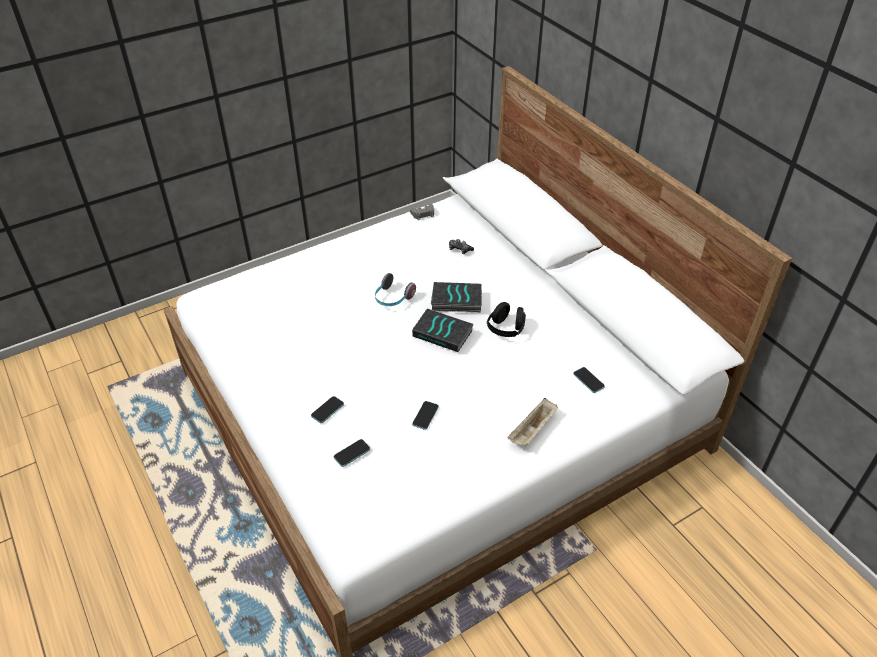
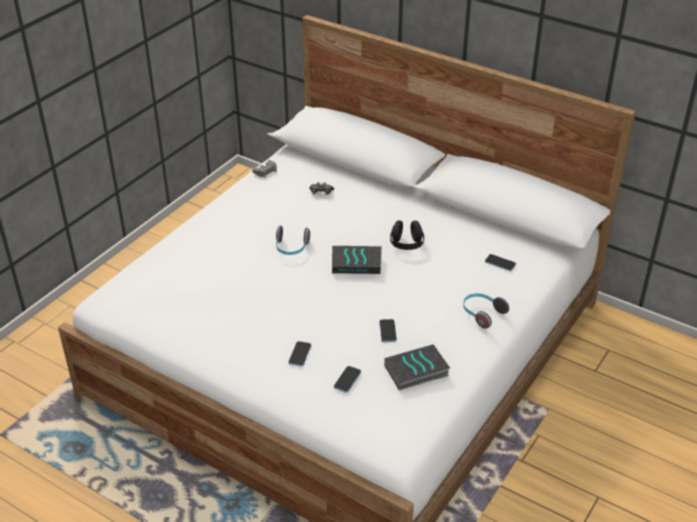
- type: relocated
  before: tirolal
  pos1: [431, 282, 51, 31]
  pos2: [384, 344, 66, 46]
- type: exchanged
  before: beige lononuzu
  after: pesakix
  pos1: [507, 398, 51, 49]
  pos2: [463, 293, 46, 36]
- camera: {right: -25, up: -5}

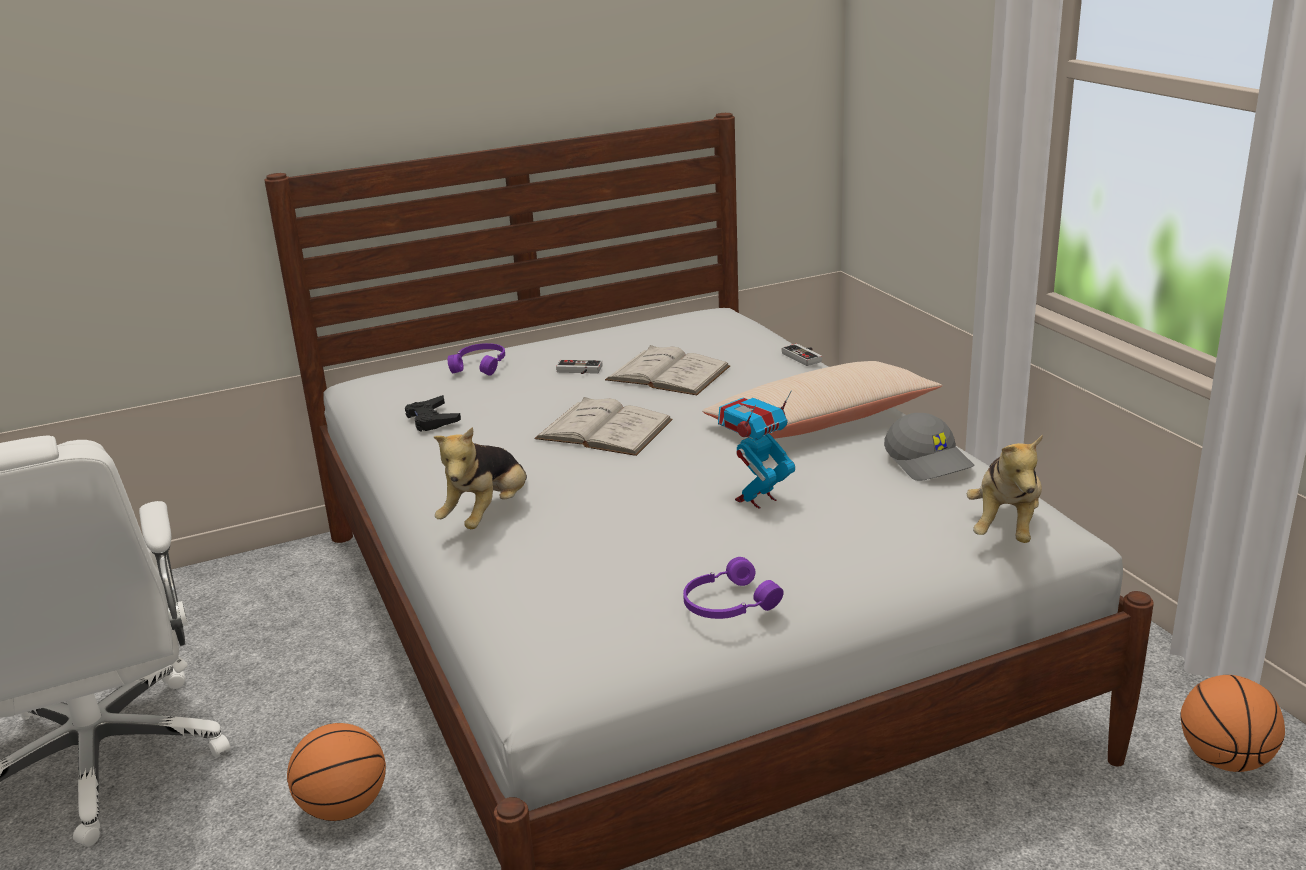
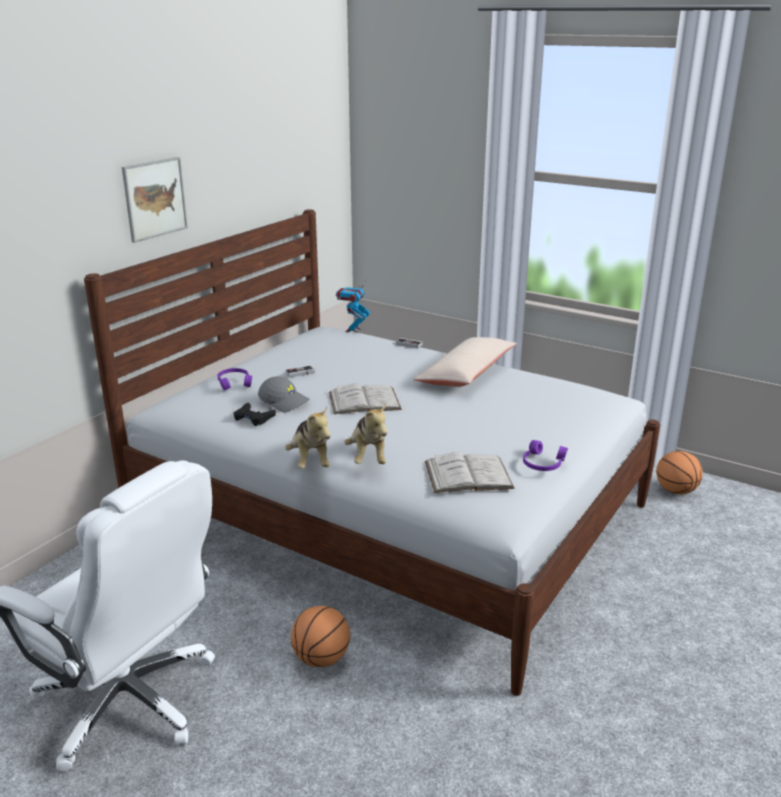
- type: relocated
  before: white tirolal
  pos1: [605, 345, 125, 50]
  pos2: [425, 452, 89, 41]
- type: relocated
  before: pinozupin
  pos1: [718, 390, 77, 119]
  pos2: [336, 280, 34, 53]
- type: relocated
  before: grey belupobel
  pos1: [884, 413, 90, 68]
  pos2: [258, 376, 52, 37]
- type: relocated
  before: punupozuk
  pos1: [967, 435, 76, 108]
  pos2: [285, 406, 46, 63]
- type: appeared
  after: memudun
  pos2: [122, 157, 66, 86]
- camera: {right: -35, up: 0}

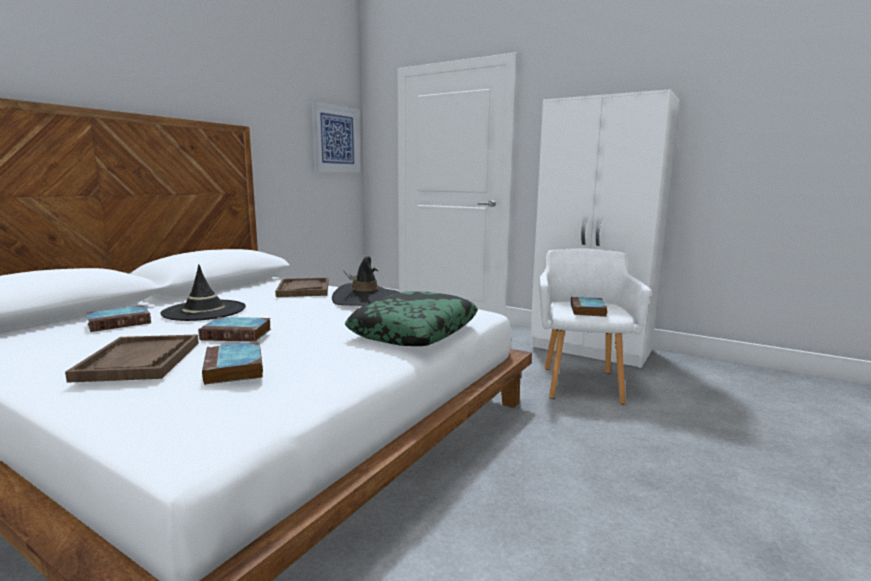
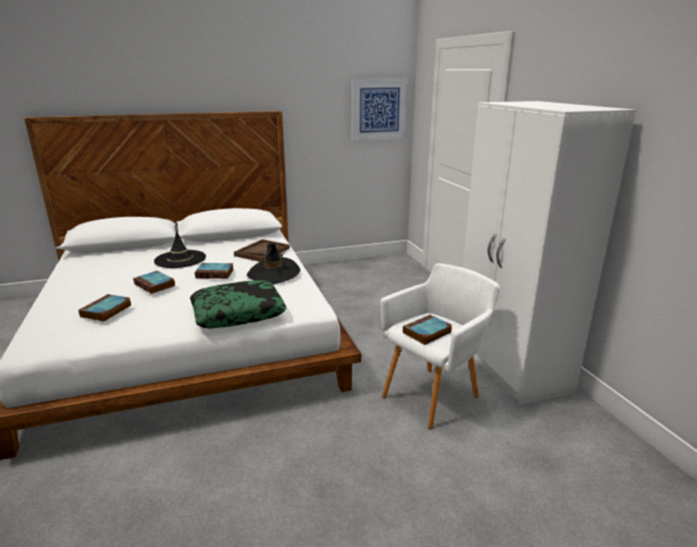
- type: missing
  before: brown lononuzu
  pos1: [65, 334, 134, 49]
- type: relocated
  before: tirolal
  pos1: [86, 305, 65, 27]
  pos2: [195, 263, 38, 16]
- camera: {right: 40, up: 10}

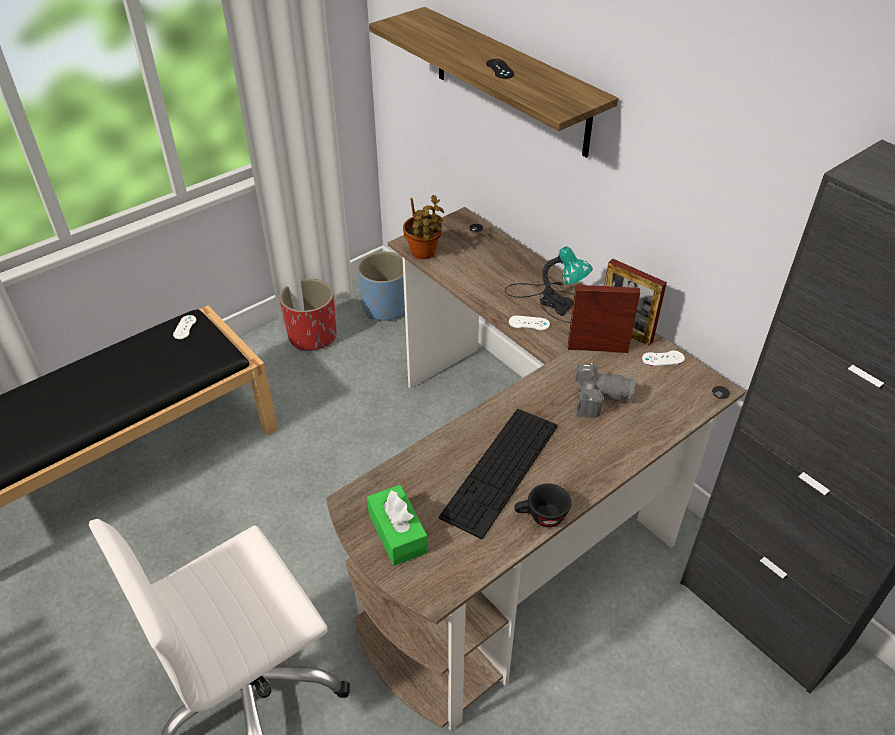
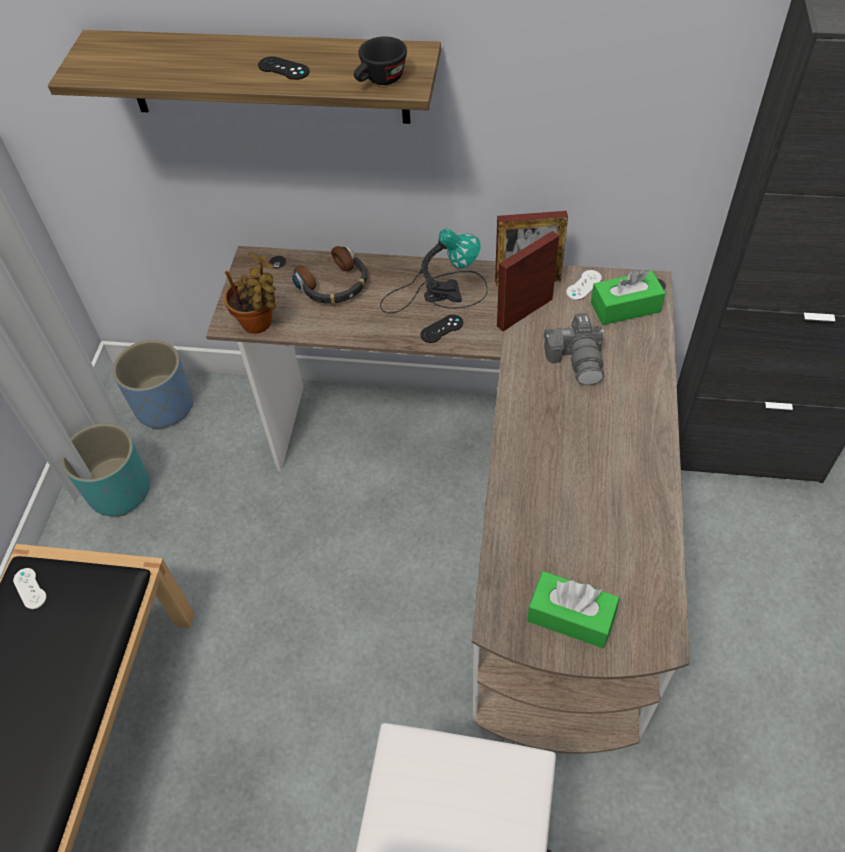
- type: colour
  before: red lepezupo
  after: turquoise lepezupo
  pos1: [280, 278, 56, 73]
  pos2: [61, 423, 89, 94]
- type: missing
  before: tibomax
  pos1: [439, 409, 118, 130]
- type: colour
  before: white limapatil
  after: black limapatil
  pos1: [509, 316, 41, 14]
  pos2: [420, 315, 43, 28]
- type: relocated
  before: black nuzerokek
  pos1: [515, 484, 56, 43]
  pos2: [354, 37, 53, 48]
- type: spun
  before: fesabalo
  pos1: [575, 363, 60, 55]
  pos2: [544, 313, 61, 73]
  turn: 120
- type: appeared
  after: pesakix
  pos2: [292, 246, 75, 58]
- type: appeared
  after: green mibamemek
  pos2: [591, 270, 75, 55]
- camera: {right: -40, up: 10}

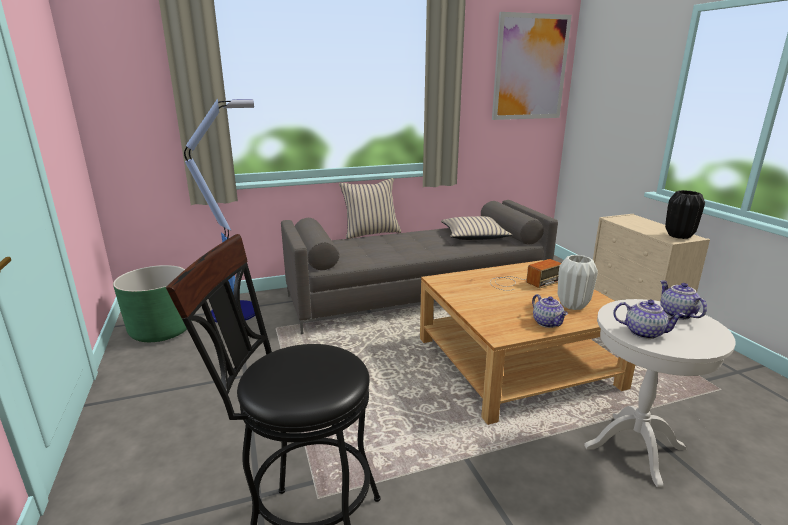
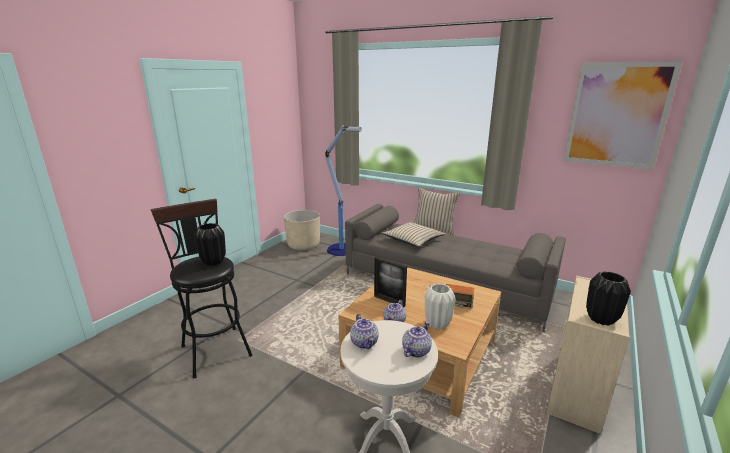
- type: colour
  before: green lepezupo
  after: beige lepezupo
  pos1: [113, 265, 74, 77]
  pos2: [284, 210, 36, 40]
- type: relocated
  before: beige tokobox
  pos1: [441, 216, 71, 24]
  pos2: [382, 222, 63, 25]
- type: appeared
  after: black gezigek
  pos2: [194, 223, 32, 43]
- type: appeared
  after: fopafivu
  pos2: [374, 257, 33, 50]
- camera: {right: 50, up: 0}

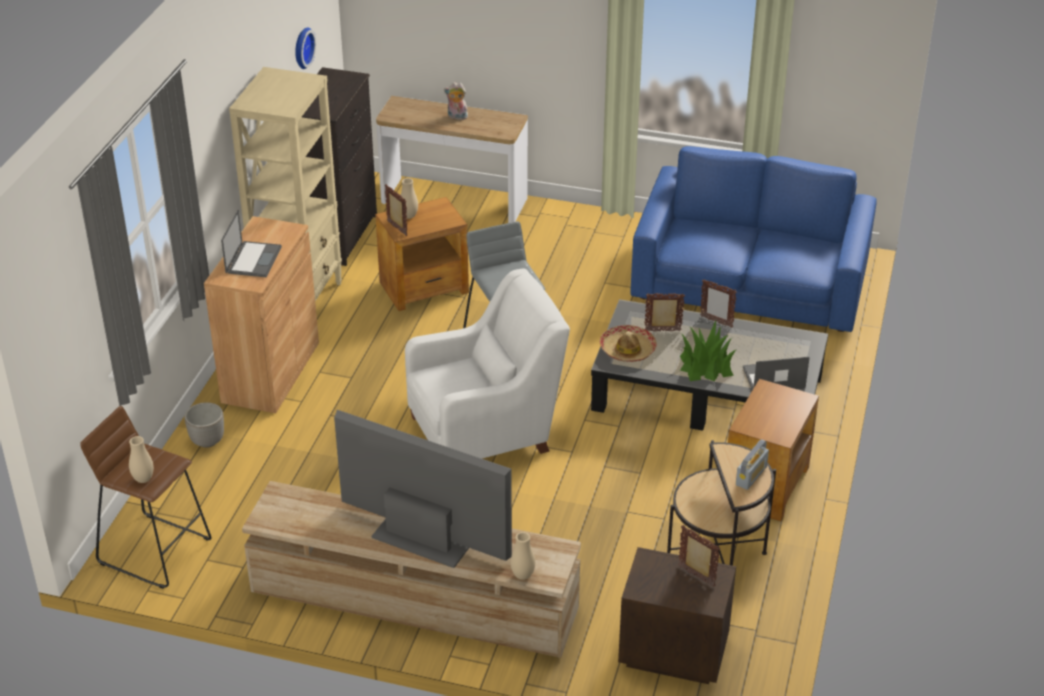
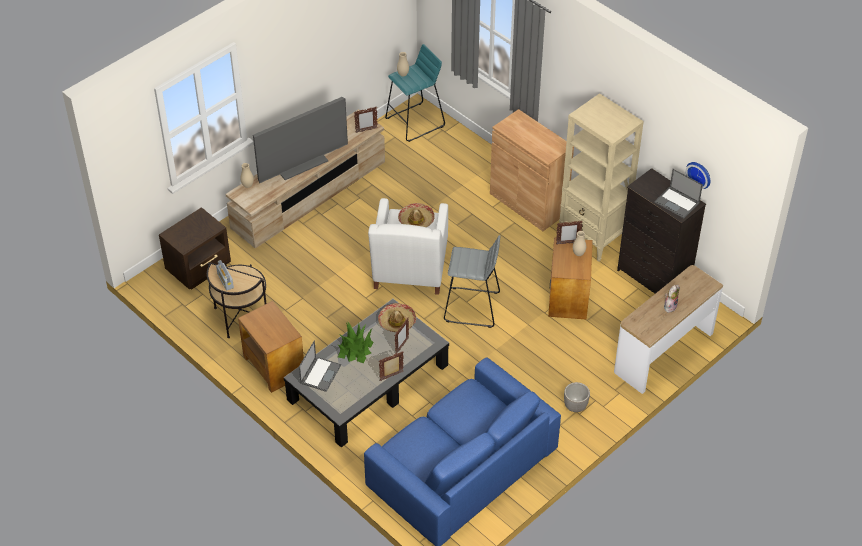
- type: colour
  before: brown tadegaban
  after: turquoise tadegaban
  pos1: [80, 406, 132, 183]
  pos2: [385, 44, 60, 98]
- type: relocated
  before: lepezupo
  pos1: [184, 402, 40, 46]
  pos2: [564, 382, 26, 30]
- type: relocated
  before: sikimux
  pos1: [221, 210, 61, 68]
  pos2: [655, 169, 48, 49]
- type: relocated
  before: fopafivu
  pos1: [678, 525, 42, 62]
  pos2: [354, 107, 24, 26]
- type: appeared
  after: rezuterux
  pos2: [398, 203, 37, 24]
- camera: {right: 120, up: 10}

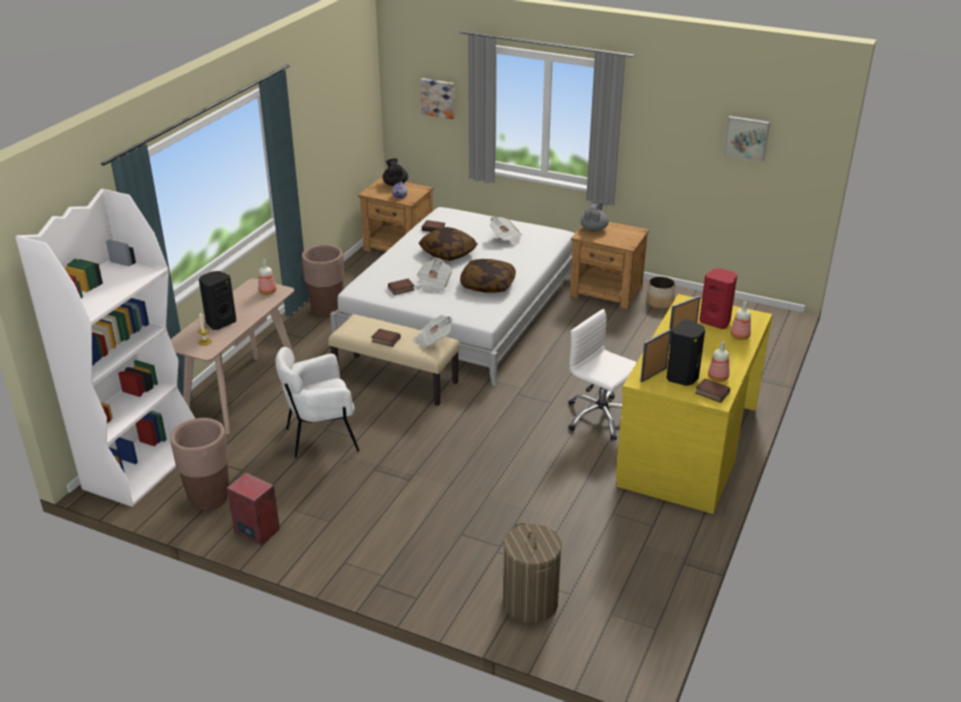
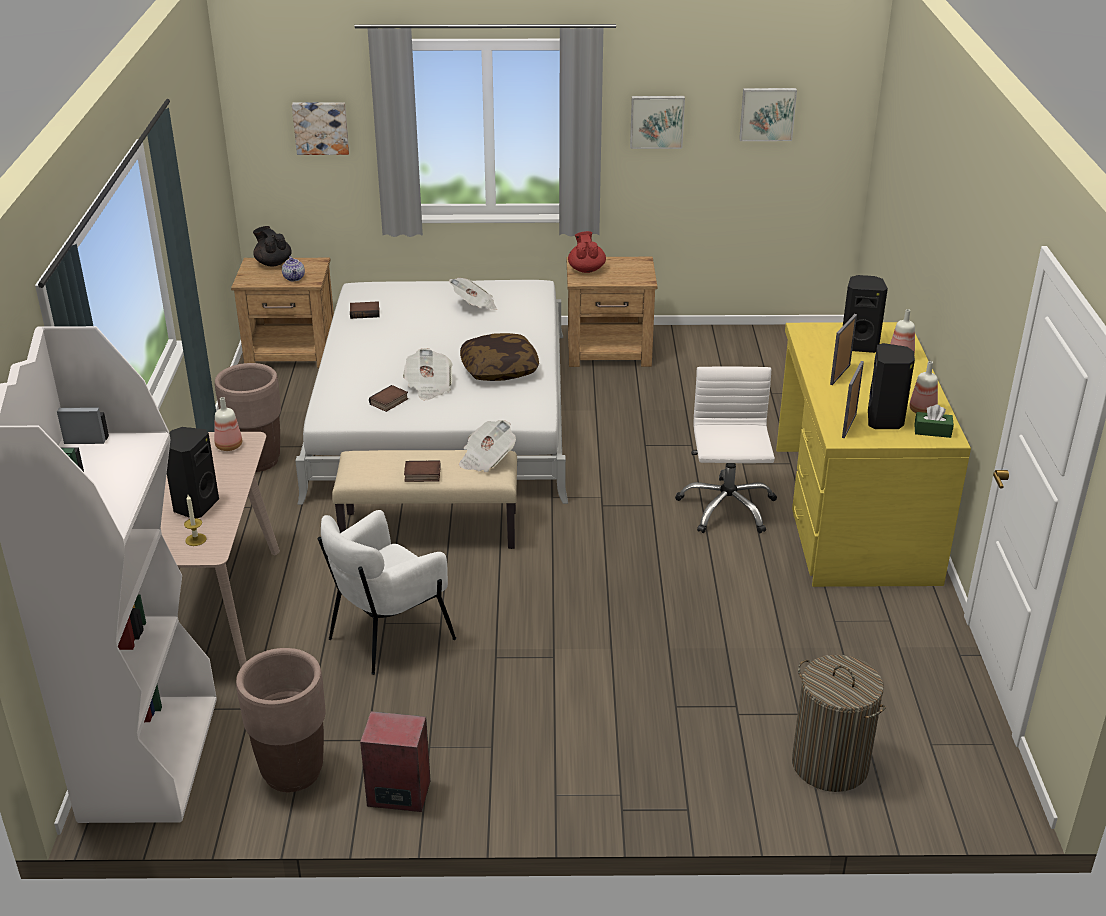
- type: missing
  before: tokobox
  pos1: [418, 227, 60, 34]
- type: spun
  before: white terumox
  pos1: [568, 309, 69, 132]
  pos2: [675, 367, 102, 166]
  turn: 75
- type: colour
  before: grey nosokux
  after: red nosokux
  pos1: [581, 202, 28, 30]
  pos2: [568, 231, 38, 42]
- type: missing
  before: lepezupo
  pos1: [647, 276, 29, 33]
- type: exchanged
  before: tirolal
  after: green mibamemek
  pos1: [695, 378, 35, 25]
  pos2: [914, 405, 40, 33]
- type: colour
  before: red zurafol
  after: black zurafol
  pos1: [699, 268, 38, 61]
  pos2: [843, 275, 45, 78]
- type: appeared
  after: memudun
  pos2: [630, 96, 55, 53]
- camera: {right: -25, up: 0}

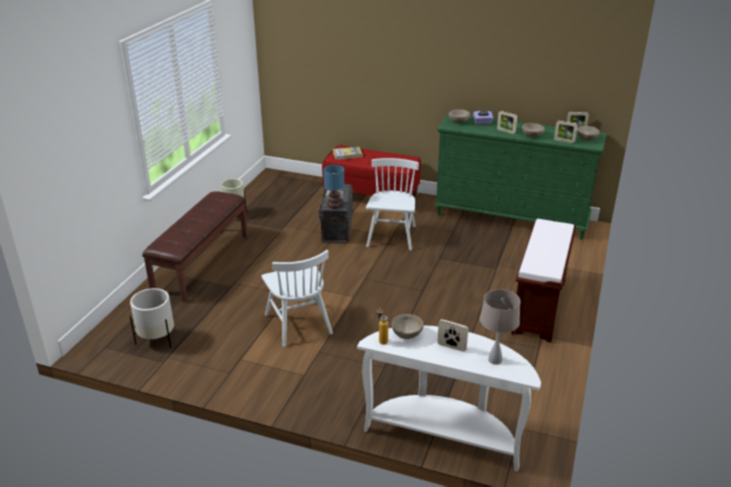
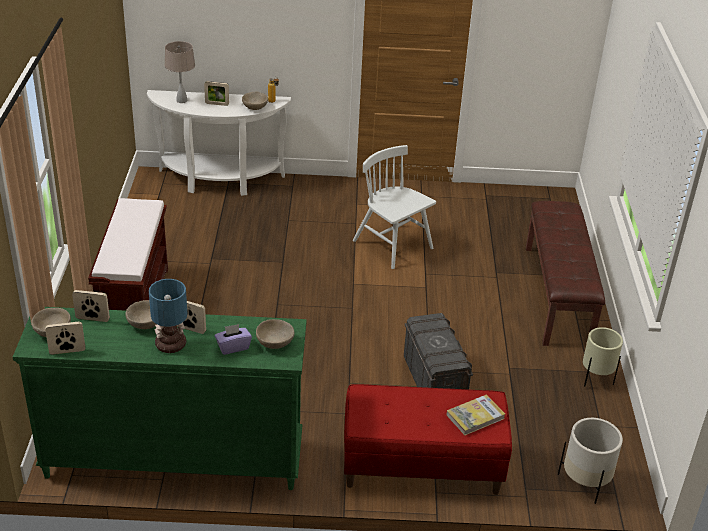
- type: relocated
  before: white lepezupo
  pos1: [130, 288, 44, 60]
  pos2: [558, 418, 65, 86]
- type: relocated
  before: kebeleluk
  pos1: [324, 165, 20, 44]
  pos2: [149, 279, 39, 74]
- type: missing
  before: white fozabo
  pos1: [366, 158, 53, 93]
- camera: {right: 160, up: 5}

